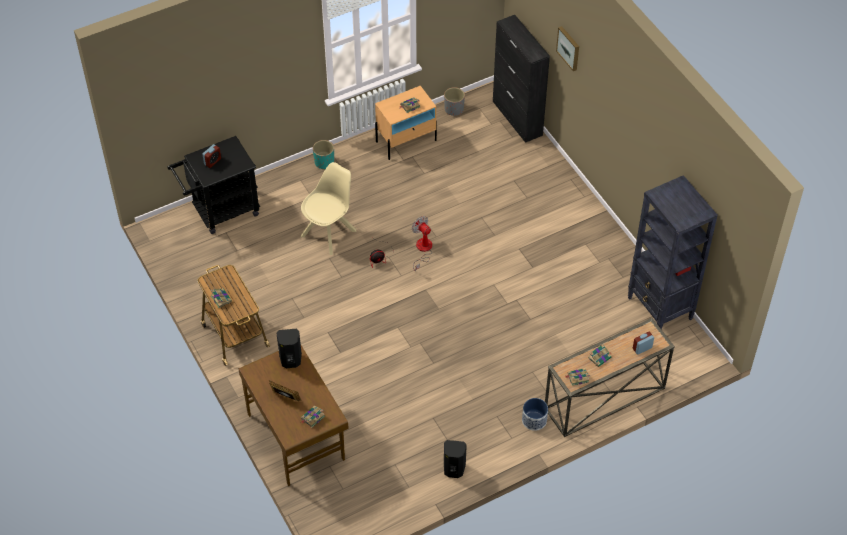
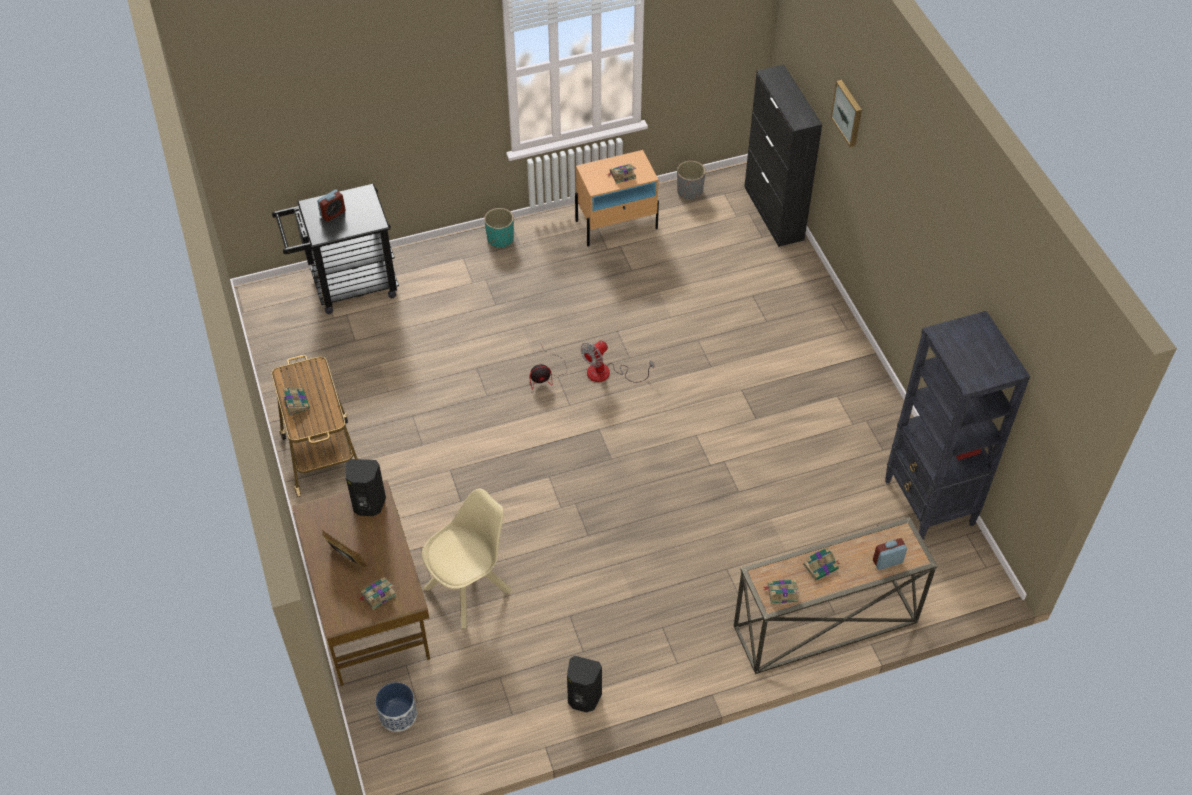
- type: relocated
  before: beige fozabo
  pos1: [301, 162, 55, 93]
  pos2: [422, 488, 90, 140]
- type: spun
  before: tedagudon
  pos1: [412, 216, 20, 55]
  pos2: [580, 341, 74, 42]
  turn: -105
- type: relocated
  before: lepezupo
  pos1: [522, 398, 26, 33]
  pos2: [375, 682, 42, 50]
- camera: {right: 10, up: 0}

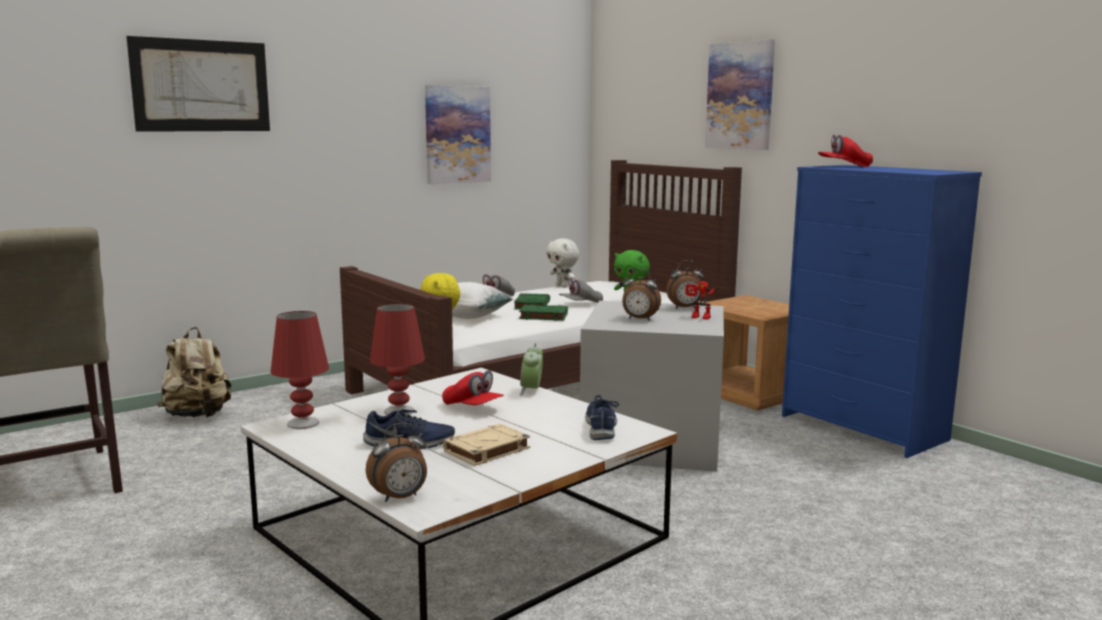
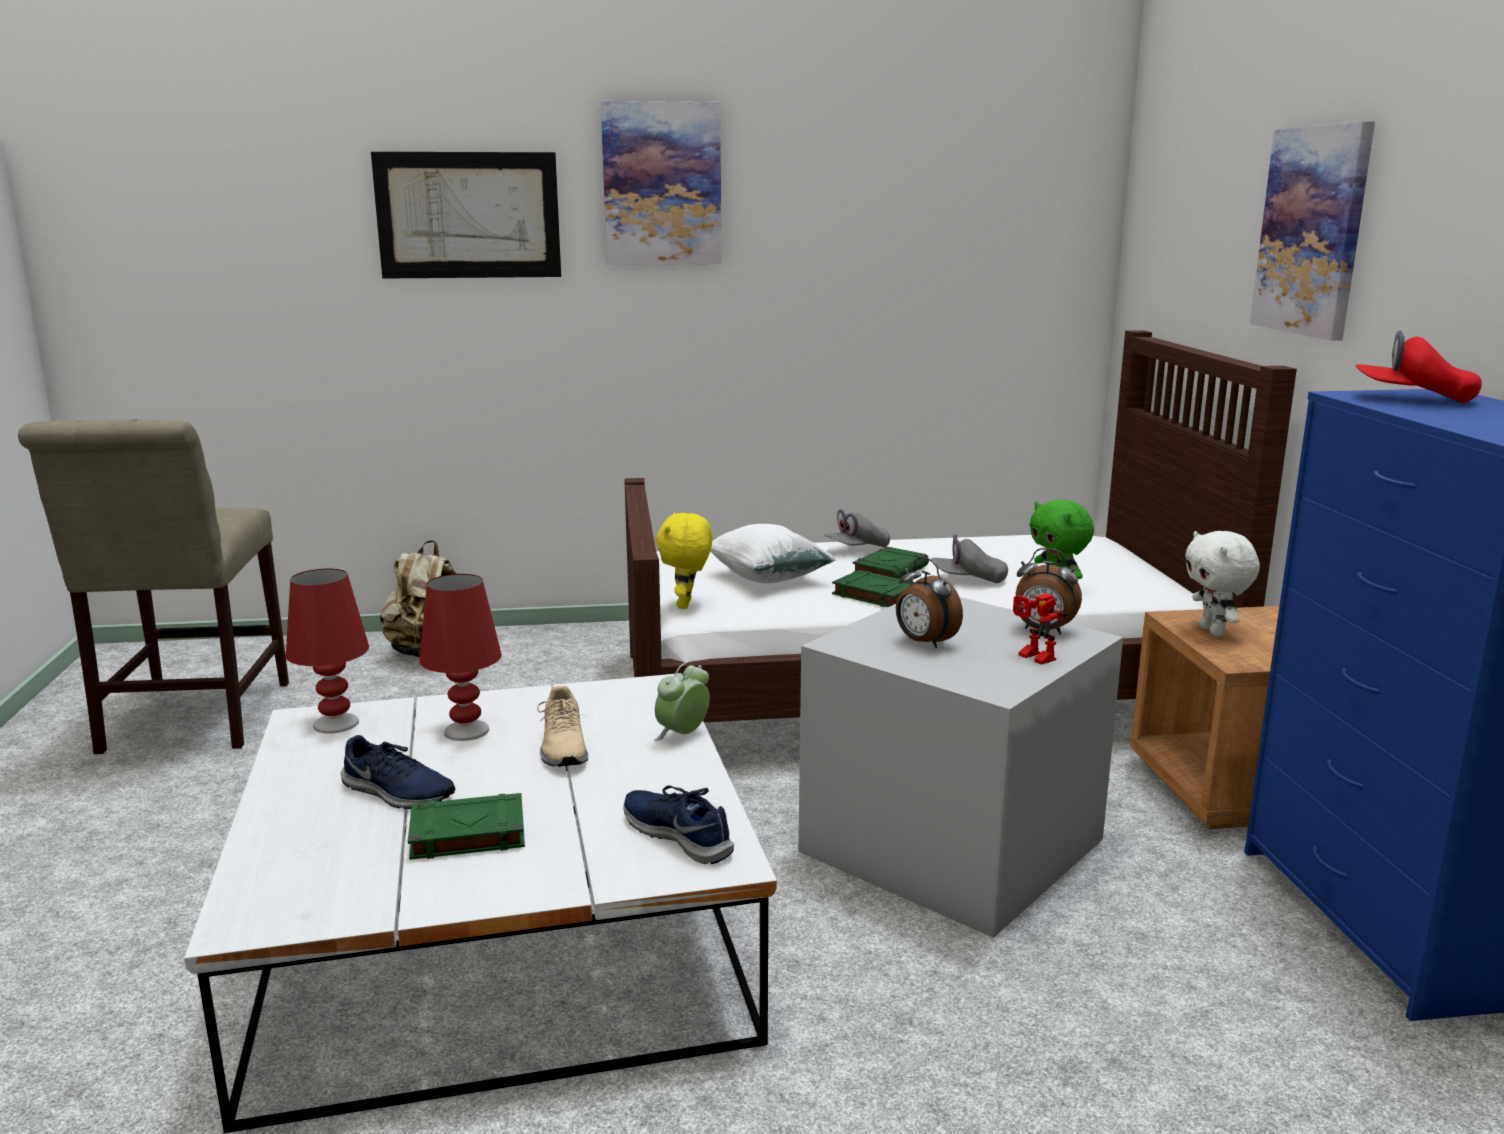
- type: missing
  before: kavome
  pos1: [366, 423, 61, 79]
- type: relocated
  before: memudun
  pos1: [425, 85, 66, 99]
  pos2: [601, 101, 121, 164]
- type: exchanged
  before: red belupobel
  after: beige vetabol
  pos1: [442, 370, 62, 35]
  pos2: [537, 686, 51, 81]
- type: colour
  before: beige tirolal
  after: green tirolal
  pos1: [443, 424, 87, 42]
  pos2: [408, 793, 117, 67]
- type: relocated
  before: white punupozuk
  pos1: [546, 238, 33, 50]
  pos2: [1185, 531, 75, 105]
- type: spun
  before: blue vetabol
  pos1: [585, 395, 34, 45]
  pos2: [623, 785, 111, 79]
  turn: -75
- camera: {right: 30, up: 5}

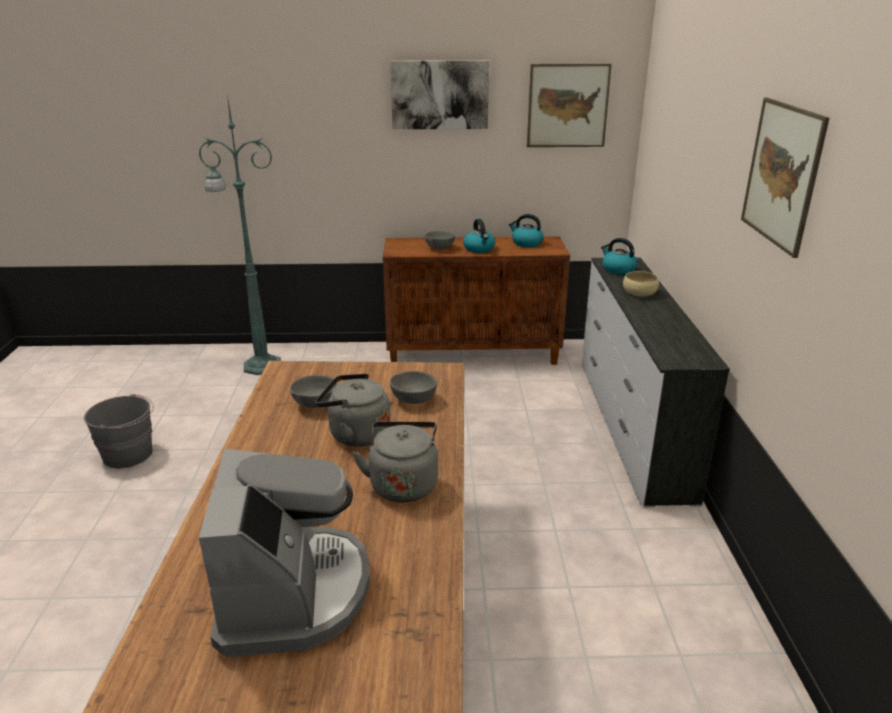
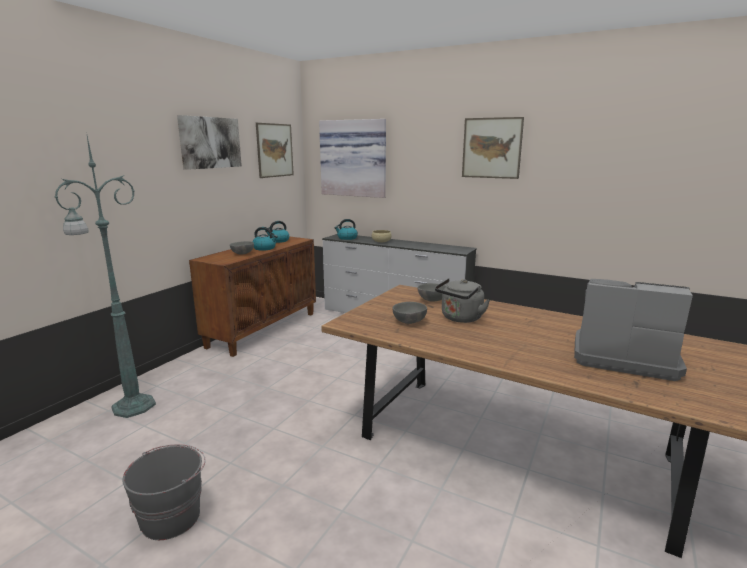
- type: missing
  before: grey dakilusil
  pos1: [353, 422, 85, 81]
- type: appeared
  after: memudun
  pos2: [319, 119, 67, 79]
- camera: {right: -60, up: -10}

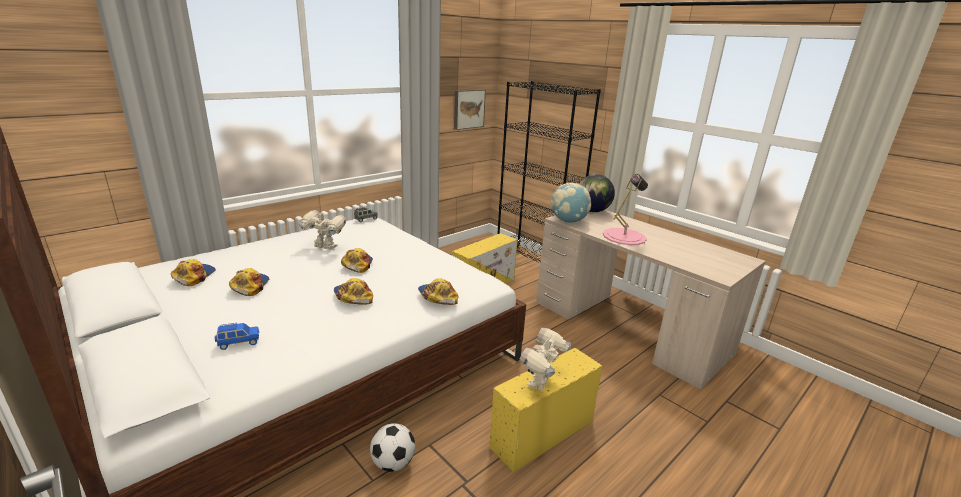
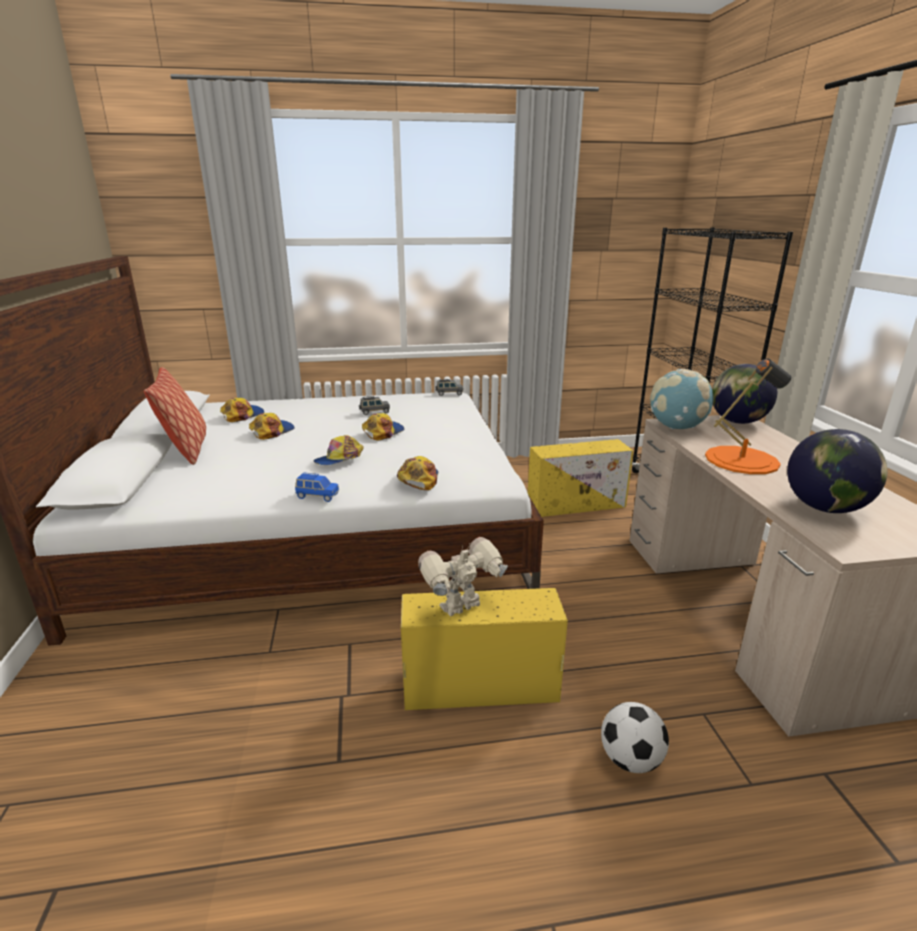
- type: relocated
  before: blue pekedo
  pos1: [215, 323, 44, 27]
  pos2: [295, 473, 44, 29]
- type: exchanged
  before: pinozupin
  after: grey pekedo
  pos1: [298, 210, 48, 40]
  pos2: [359, 396, 31, 19]
- type: spun
  before: belupobel
  pos1: [334, 278, 39, 27]
  pos2: [314, 435, 50, 30]
  turn: -135
- type: relocated
  before: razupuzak
  pos1: [370, 423, 45, 49]
  pos2: [601, 702, 68, 71]
- type: missing
  before: memudun
  pos1: [454, 89, 32, 41]
- type: colour
  before: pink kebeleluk
  after: orange kebeleluk
  pos1: [603, 174, 45, 71]
  pos2: [705, 359, 86, 115]
- type: appeared
  after: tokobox
  pos2: [144, 367, 62, 98]
- type: appeared
  after: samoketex
  pos2: [787, 429, 100, 84]
- camera: {right: 35, up: 0}

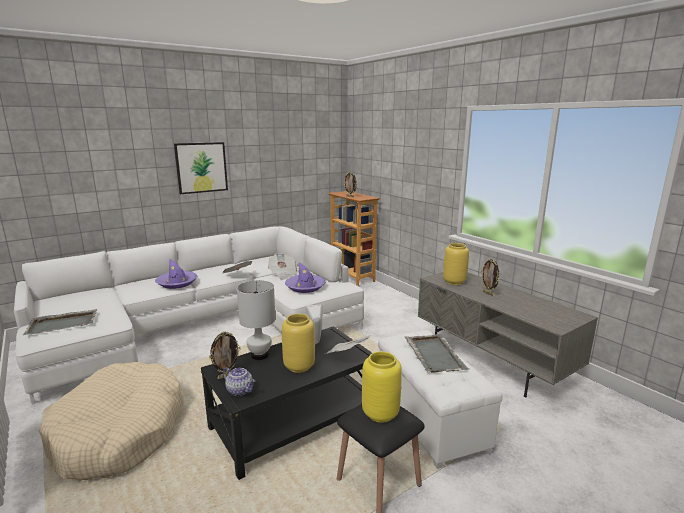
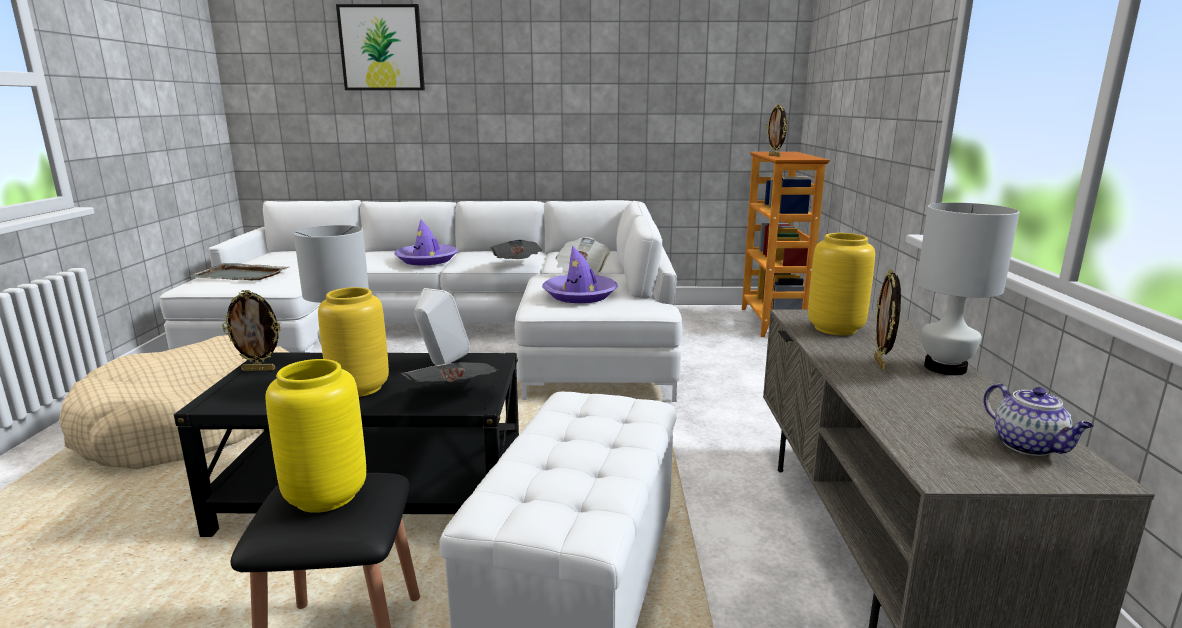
- type: relocated
  before: memudun
  pos1: [174, 142, 54, 52]
  pos2: [336, 4, 89, 86]
- type: relocated
  before: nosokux
  pos1: [223, 367, 32, 29]
  pos2: [984, 383, 110, 73]
- type: missing
  before: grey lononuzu
  pos1: [405, 334, 64, 39]
- type: appeared
  after: white kebeleluk
  pos2: [917, 203, 103, 172]
- camera: {right: 35, up: 0}

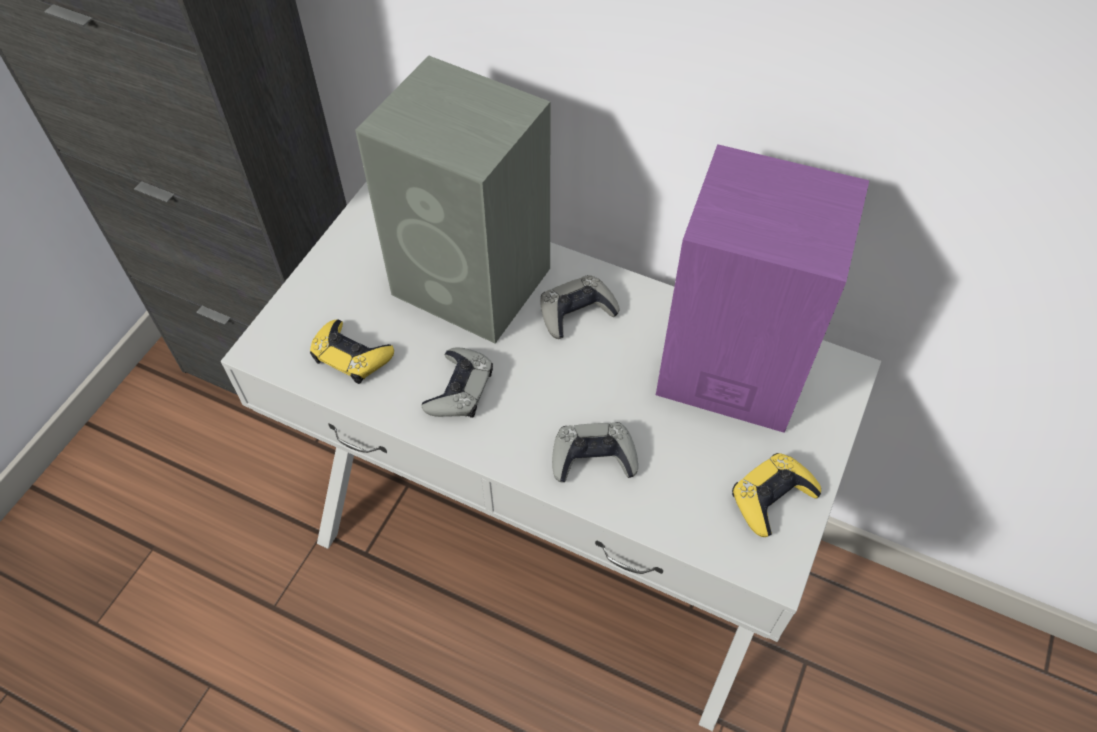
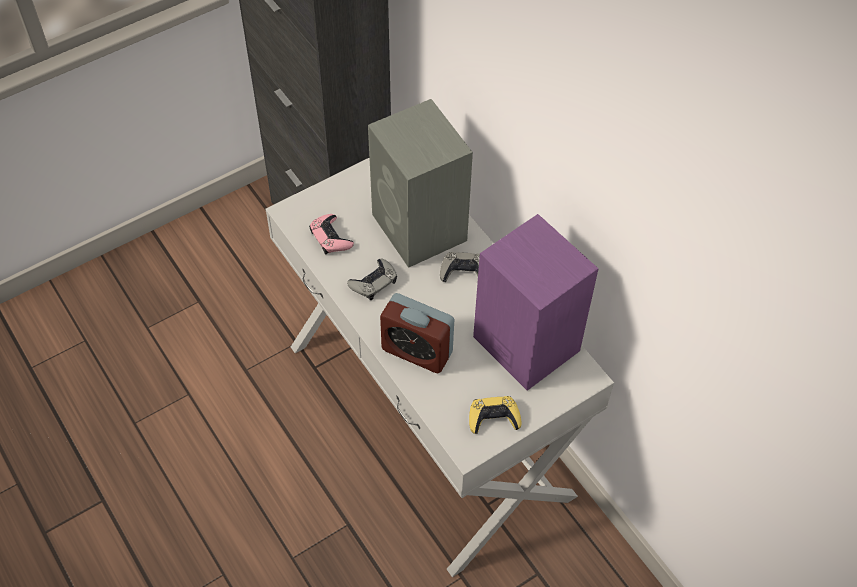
- type: colour
  before: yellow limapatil
  after: pink limapatil
  pos1: [310, 319, 84, 65]
  pos2: [309, 214, 45, 40]
- type: exchanged
  before: grey limapatil
  after: kavome
  pos1: [552, 422, 86, 60]
  pos2: [380, 293, 74, 81]
- camera: {right: 30, up: 0}

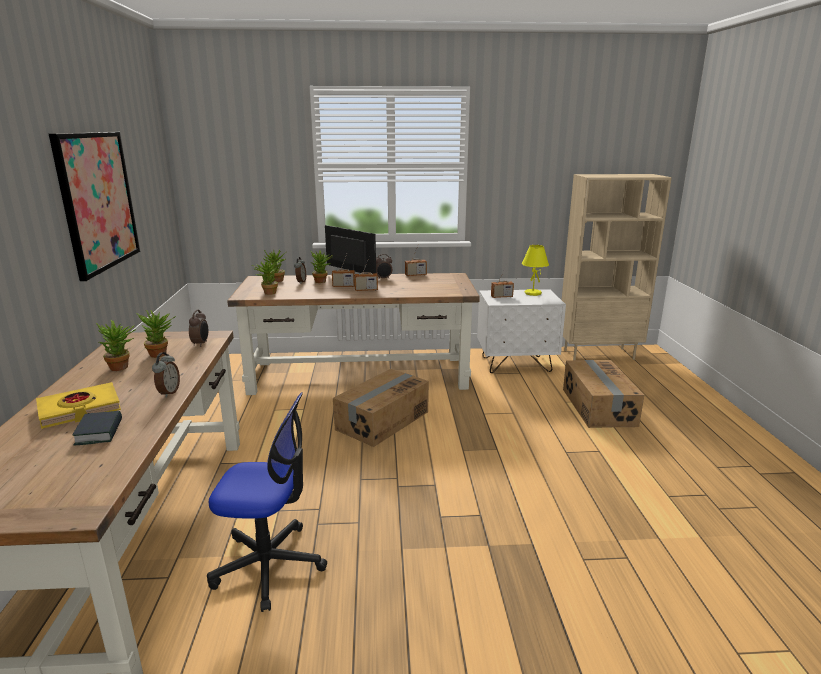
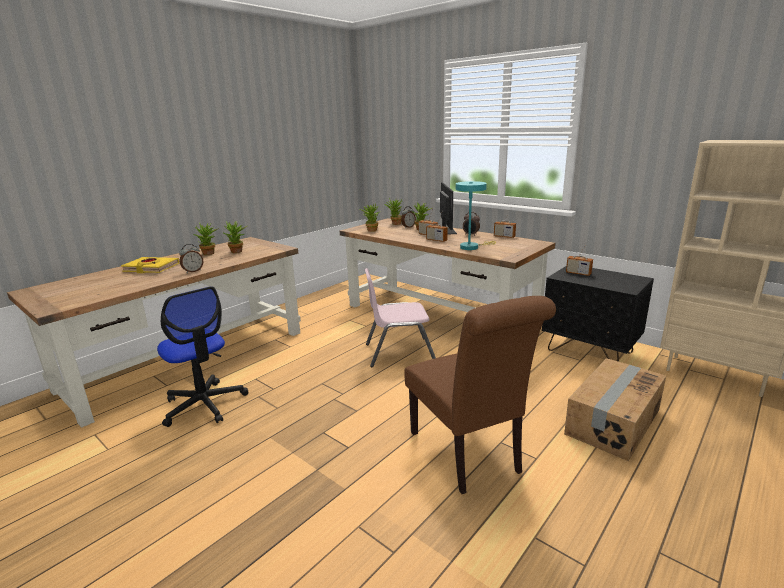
- type: missing
  before: memudun
  pos1: [49, 132, 91, 149]
- type: missing
  before: tirolal
  pos1: [73, 411, 49, 34]
- type: missing
  before: kavome
  pos1: [189, 310, 19, 37]
- type: exchanged
  before: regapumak
  after: pink fozabo
  pos1: [333, 369, 96, 78]
  pos2: [364, 268, 72, 99]
- type: colour
  before: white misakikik
  after: black misakikik
  pos1: [477, 289, 89, 84]
  pos2: [542, 266, 112, 96]
- type: missing
  before: yellow kebeleluk
  pos1: [522, 245, 27, 51]
- type: appeared
  after: brown fozabo
  pos2: [404, 296, 152, 198]
- type: appeared
  after: turquoise kebeleluk
  pos2: [456, 181, 40, 69]
- camera: {right: 45, up: 0}

